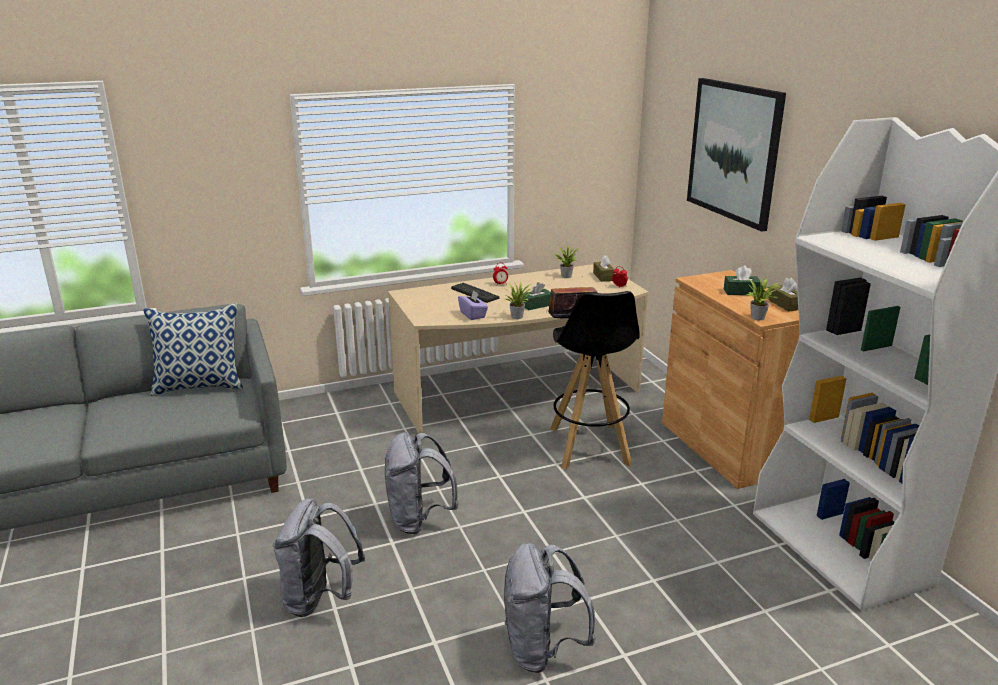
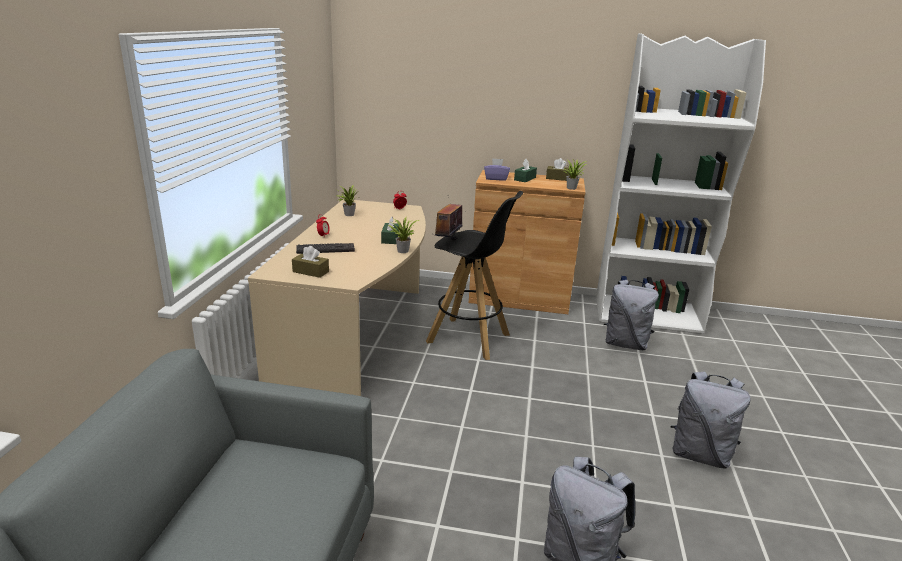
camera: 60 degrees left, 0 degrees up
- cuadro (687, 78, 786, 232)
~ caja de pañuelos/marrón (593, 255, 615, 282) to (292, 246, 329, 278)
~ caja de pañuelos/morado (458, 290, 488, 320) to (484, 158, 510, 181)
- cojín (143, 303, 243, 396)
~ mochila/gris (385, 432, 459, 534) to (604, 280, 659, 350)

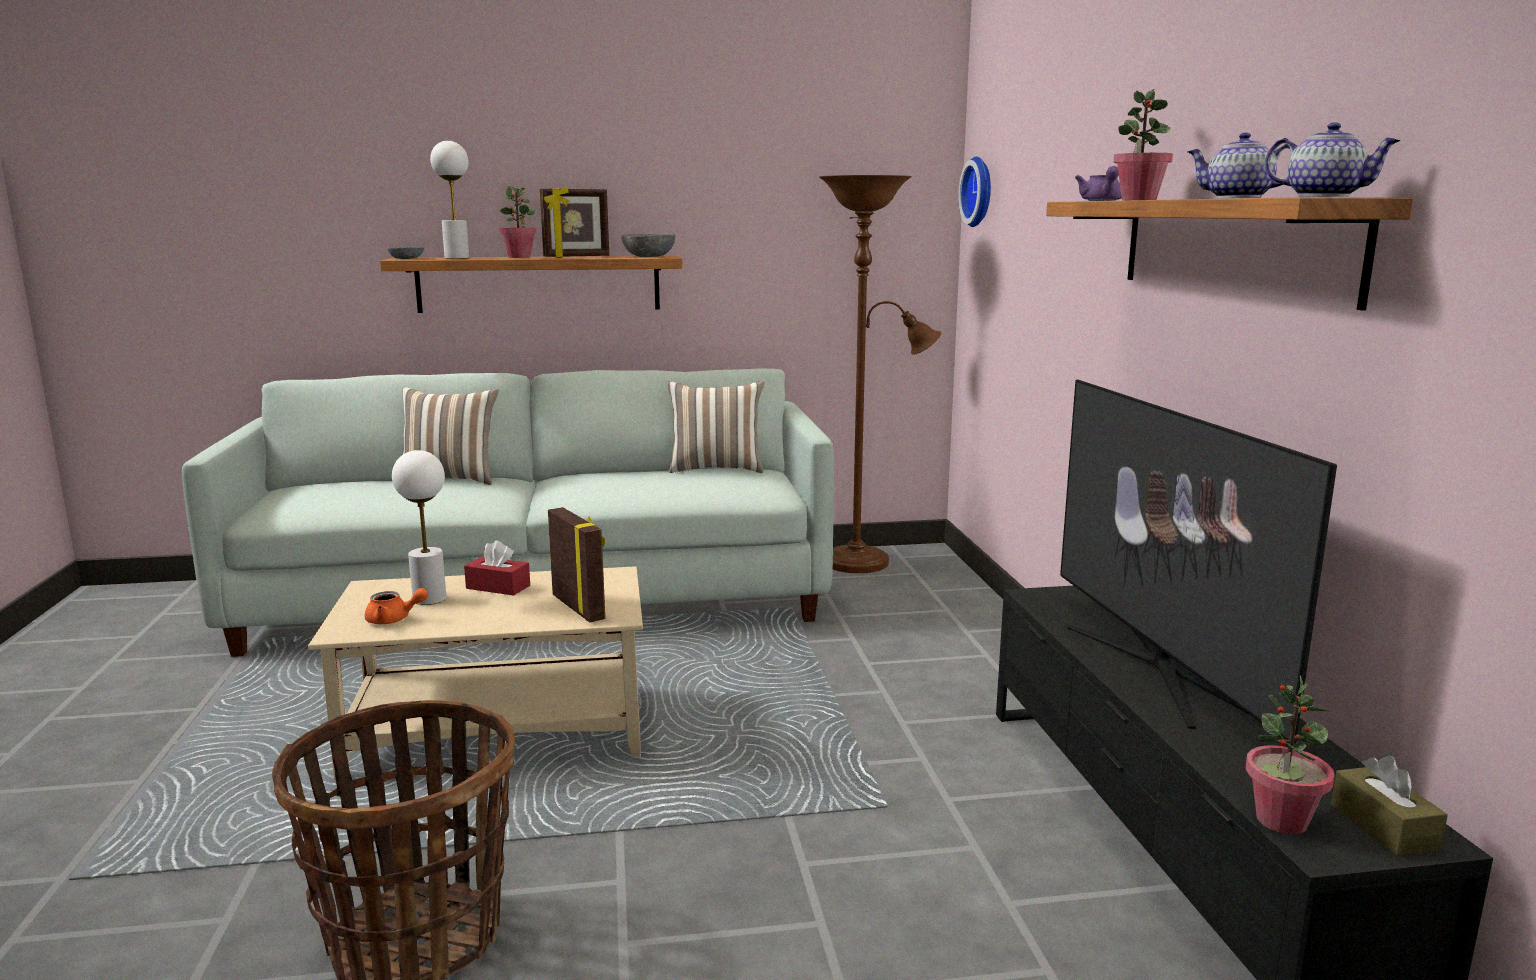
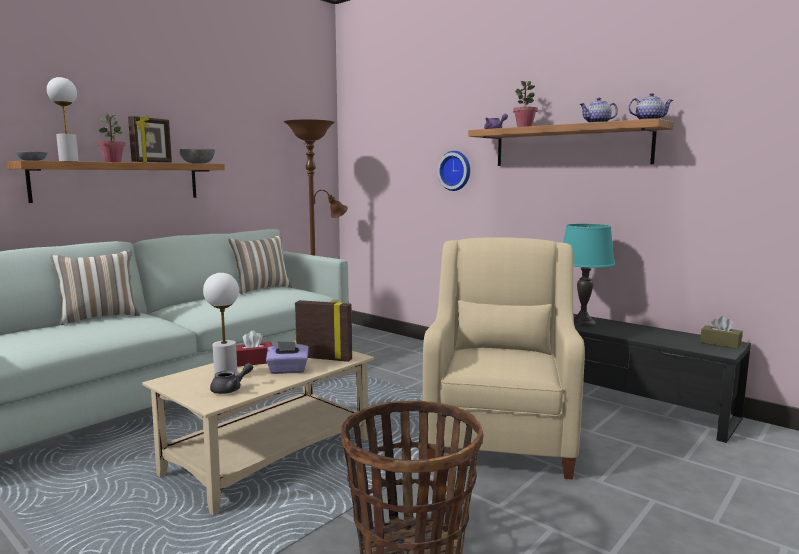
camera: 40 degrees left, 5 degrees down
~ reloj de pared (958, 157, 991, 227) to (437, 151, 470, 191)
~ televisor (1060, 380, 1337, 745) to lámpara de mesa/turquesa (563, 224, 615, 326)
~ tetera/naranja (365, 588, 428, 624) to tetera/gris (210, 363, 253, 394)
- planta en maceta (1246, 676, 1335, 834)
+ sillón/beis (423, 237, 585, 479)
+ caja de pañuelos/morado (266, 341, 309, 374)

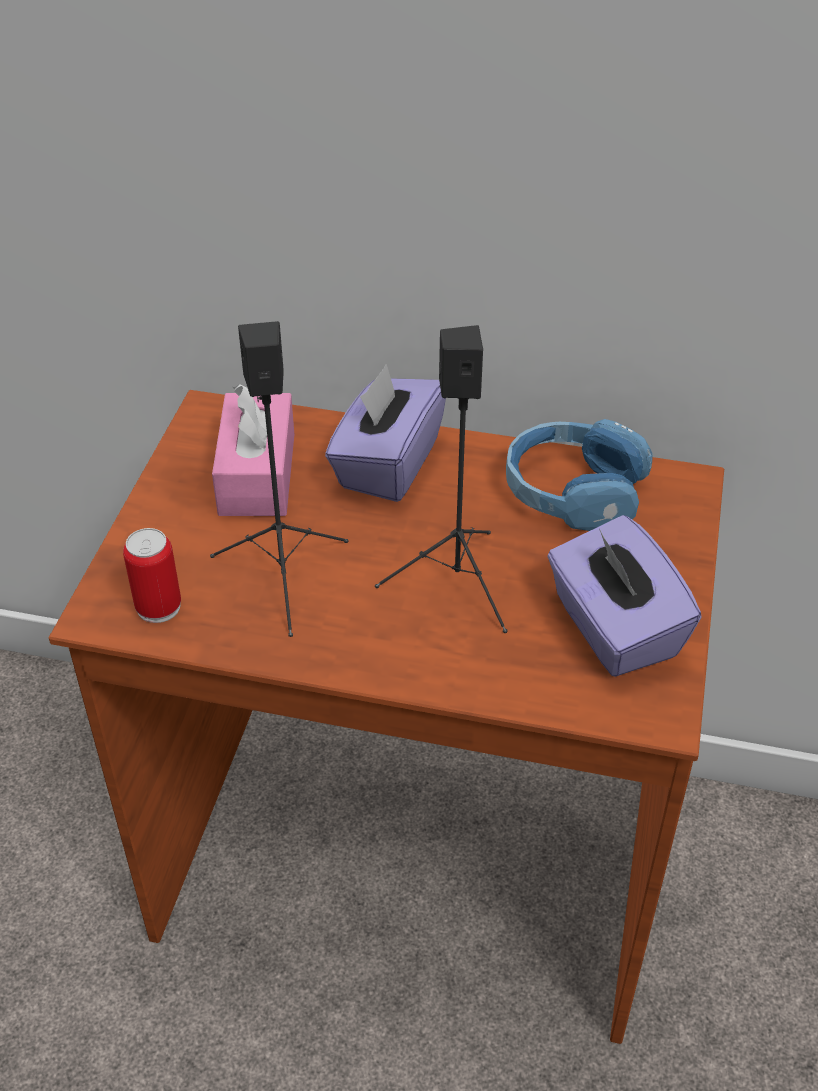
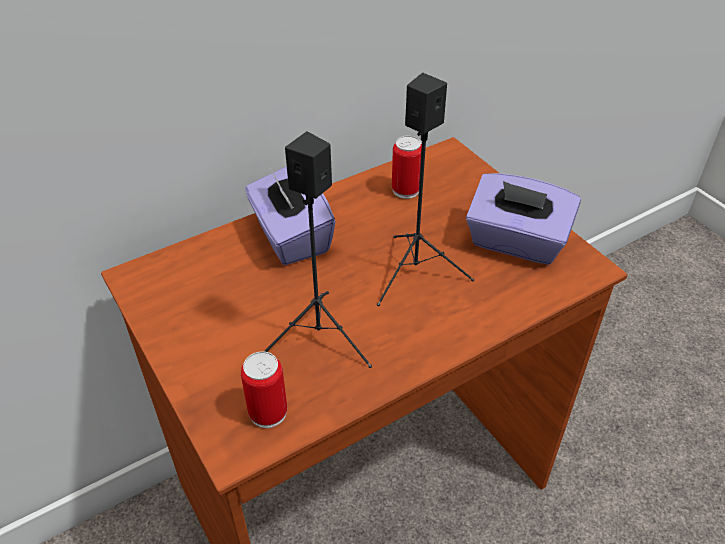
camera: 45 degrees left, 0 degrees up
- caja de pañuelos/rosa (212, 384, 294, 516)
~ auriculares/azul (506, 419, 653, 531) to lata (392, 136, 422, 199)

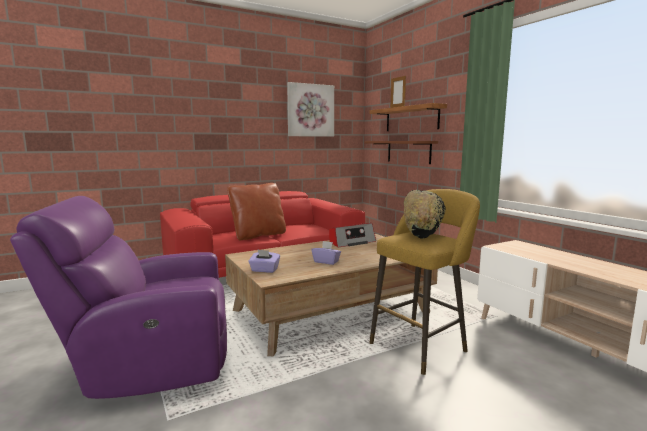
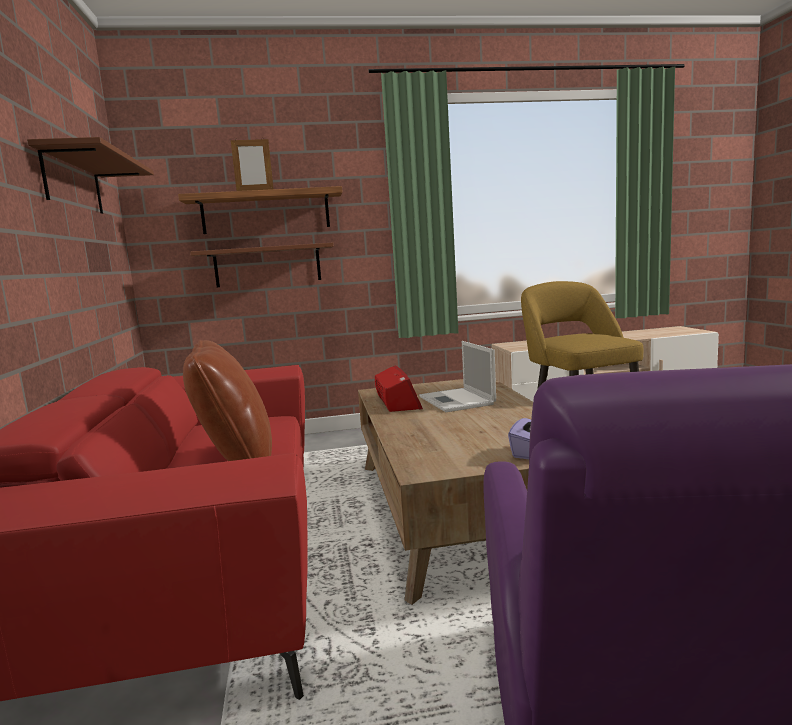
camera: 70 degrees left, 0 degrees up
~ cuadro (287, 82, 334, 137) to estante/marrón (27, 137, 154, 214)
- cuenco/negro (404, 190, 446, 239)
- caja de pañuelos/morado (311, 241, 341, 265)
+ portátil (419, 341, 496, 412)

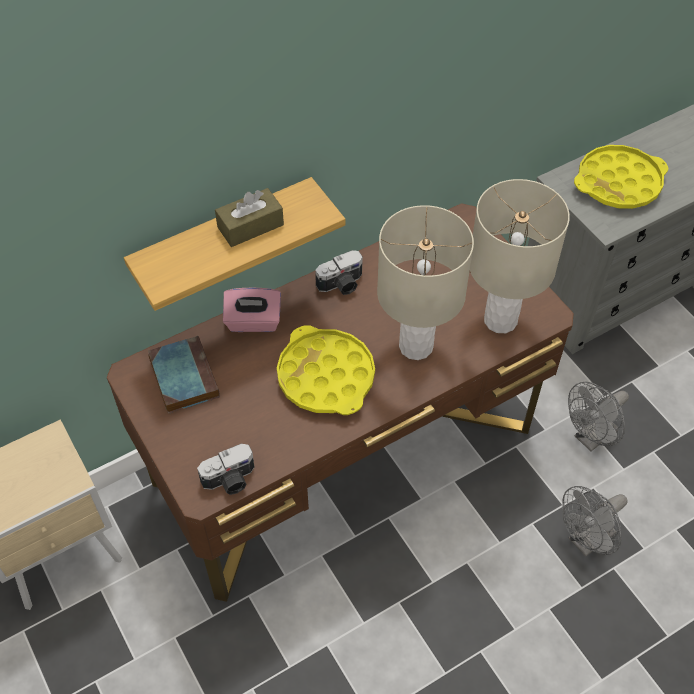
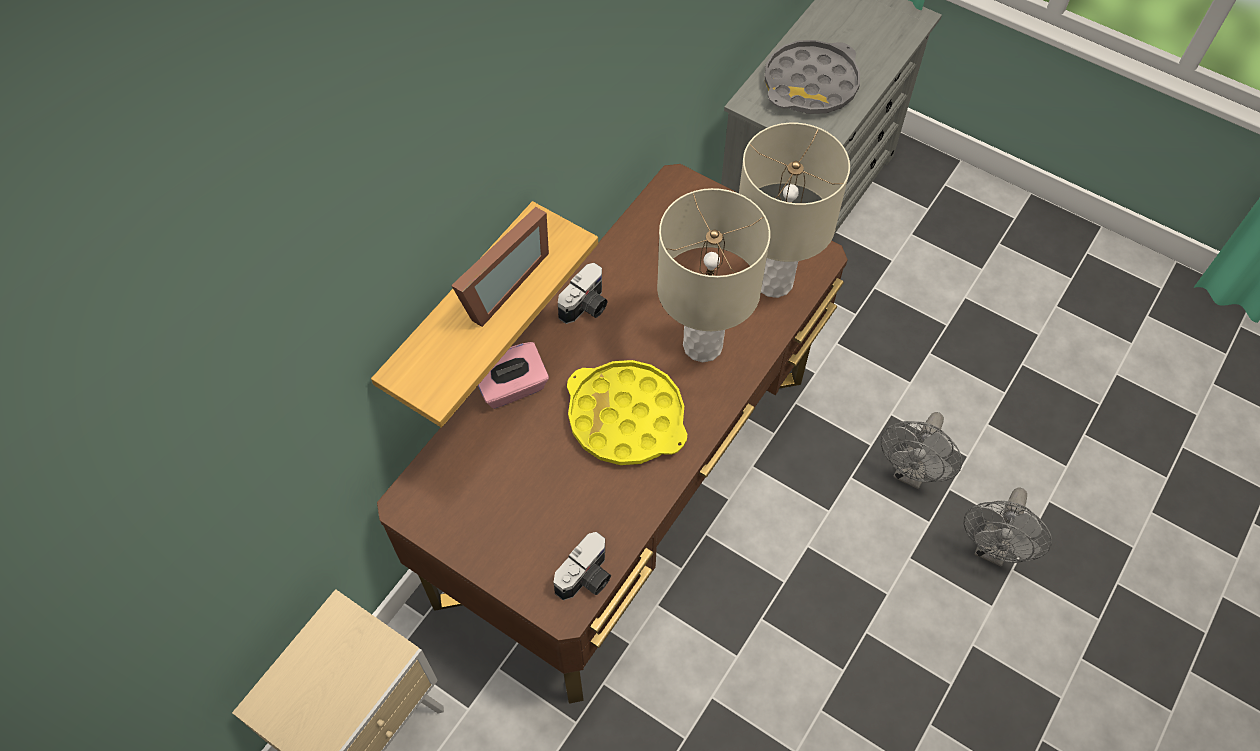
camera: 25 degrees left, 5 degrees up
~ bandeja/amarillo (574, 145, 668, 209) to bandeja/gris (764, 40, 860, 114)
~ caja de pañuelos/marrón (215, 188, 284, 247) to portarretratos (451, 207, 549, 327)
- libro (148, 336, 220, 414)
~ ventilador/gris (568, 382, 629, 451) to (964, 487, 1052, 567)

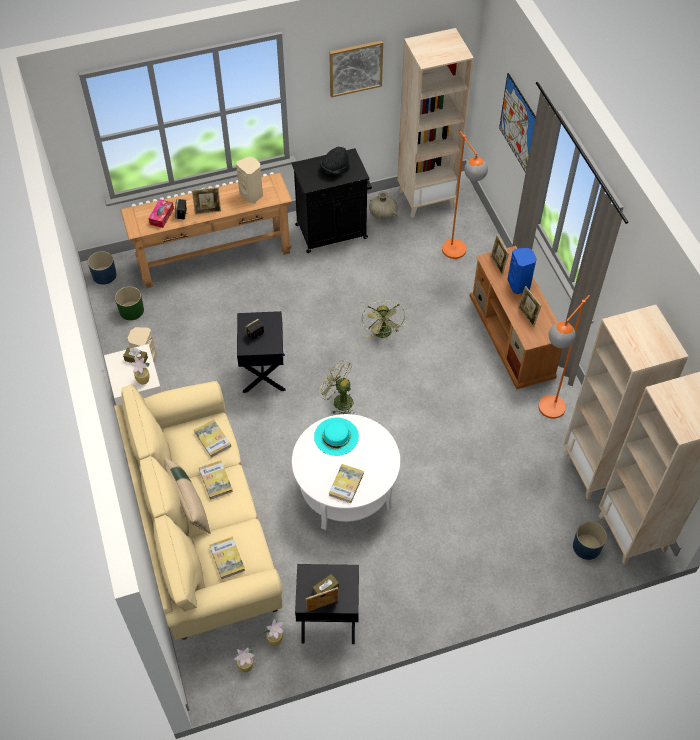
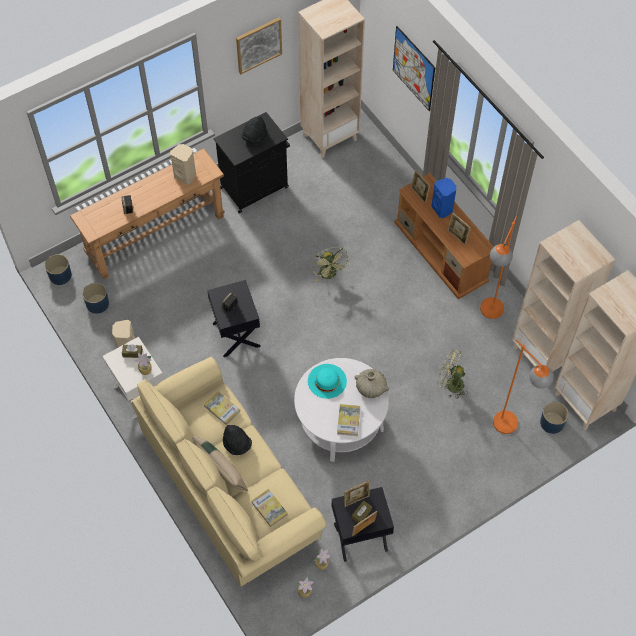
camera: 15 degrees left, 5 degrees up
~ lámpara de pie/naranja (442, 130, 488, 259) to (493, 339, 554, 434)
~ portarretratos (192, 187, 221, 215) to (344, 480, 370, 507)
~ florero/beis (369, 191, 398, 220) to (355, 369, 389, 398)
- caja de pañuelos (148, 199, 174, 228)
~ maceta/verde (115, 286, 144, 320) to maceta/azul (82, 283, 109, 314)
~ ventilador/verde (318, 360, 354, 414) to (438, 349, 468, 399)
~ libro (199, 460, 233, 500) to sombrero/negro (223, 425, 252, 455)

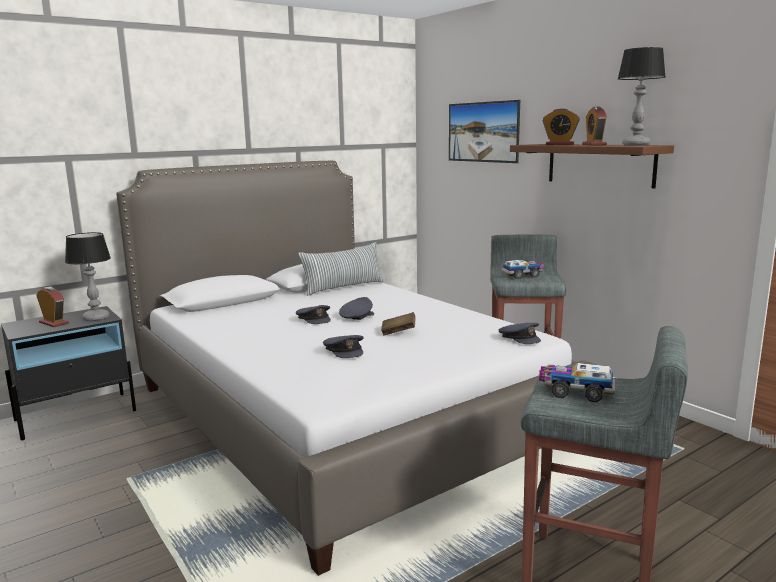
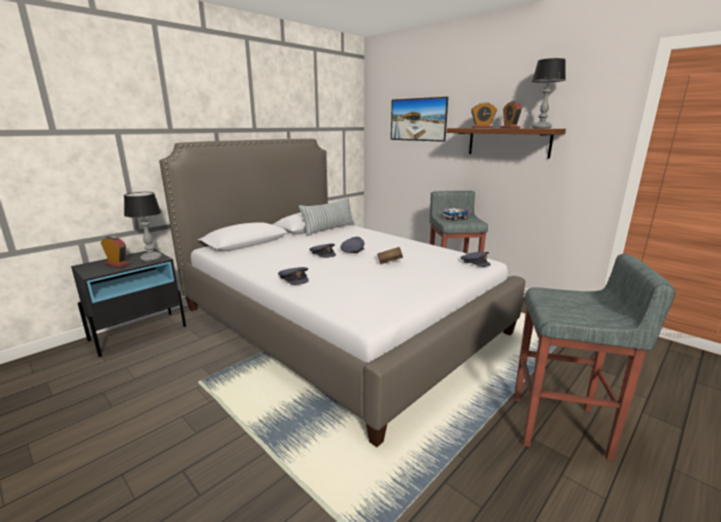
camera: 10 degrees left, 5 degrees up
~ gorra/gris (323, 335, 363, 358) to (278, 267, 309, 285)
- camión de juguete (539, 363, 615, 402)

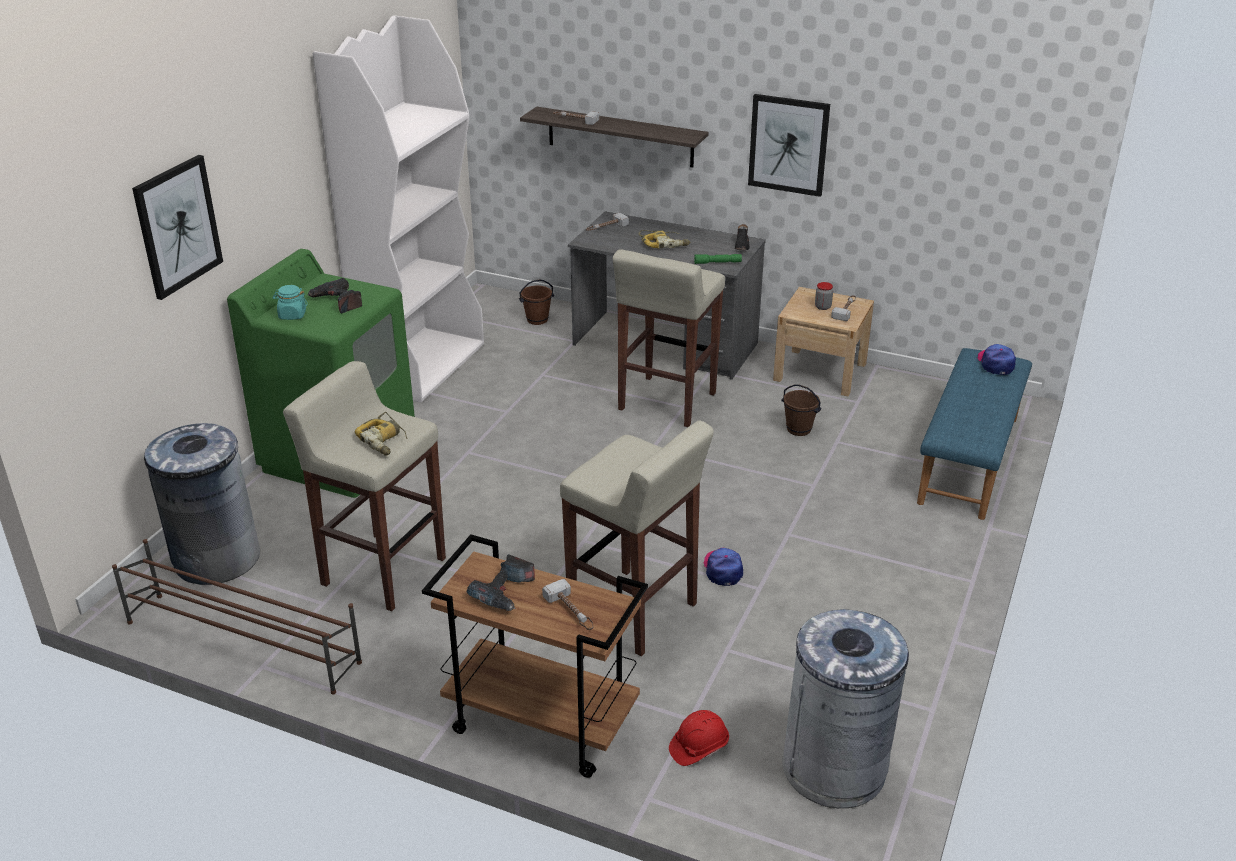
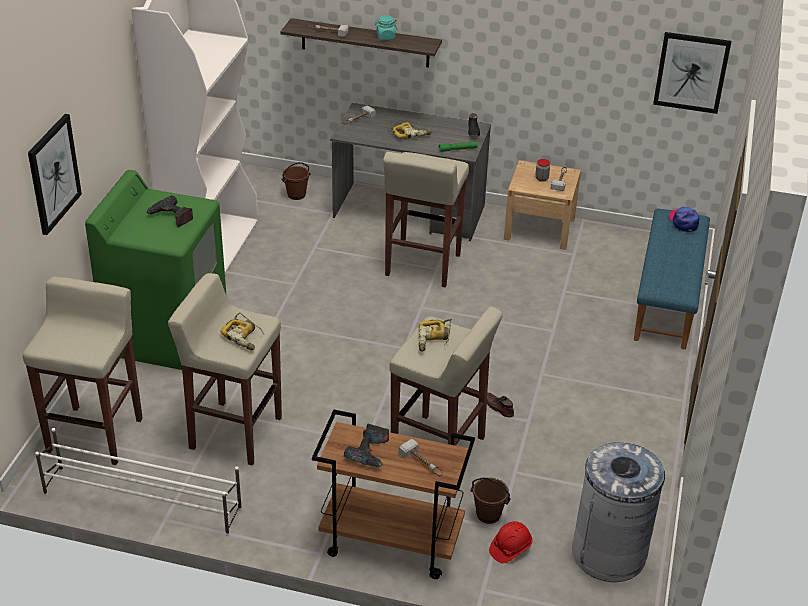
camera: 10 degrees left, 5 degrees up
~ cuadro (748, 94, 830, 197) to (653, 32, 732, 114)
~ tarro/turquesa (273, 285, 308, 320) to (375, 15, 397, 40)
~ cubo/marrón (781, 384, 821, 436) to (470, 478, 511, 524)
~ papelera/gris (144, 423, 260, 585) to taburete/beis (23, 277, 143, 465)
~ zapatero/marrón (112, 539, 362, 694) to zapatero/blanco (35, 428, 242, 536)
~ gorra (704, 548, 743, 586) to zapato/marrón (487, 393, 514, 418)
+ taladro (419, 319, 452, 351)

